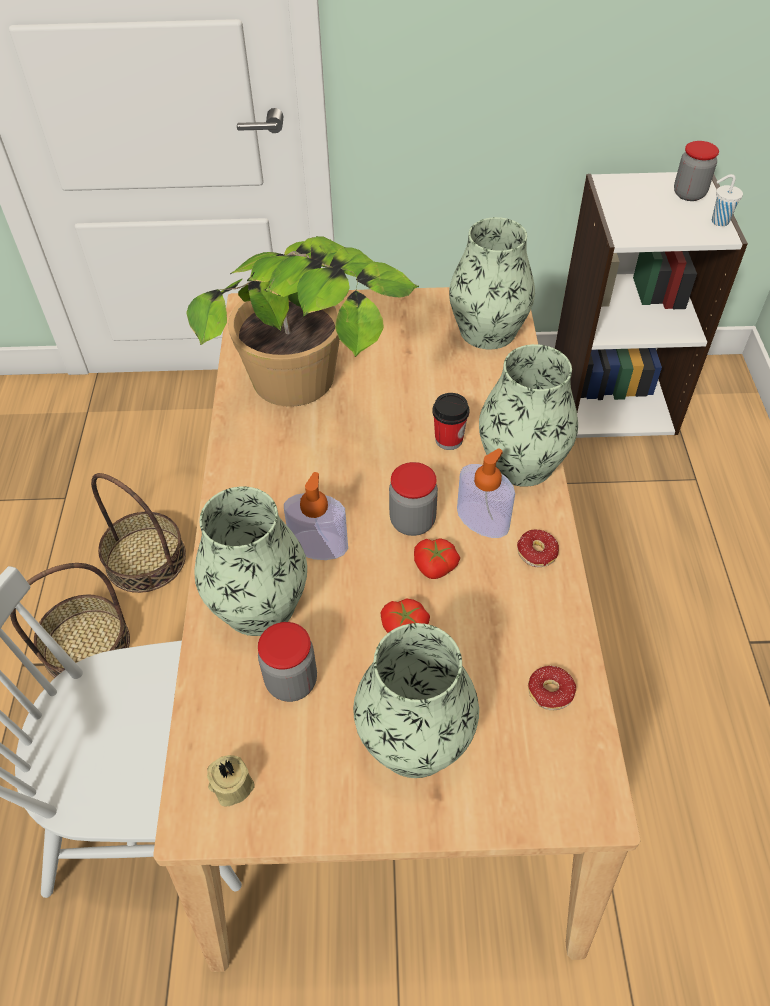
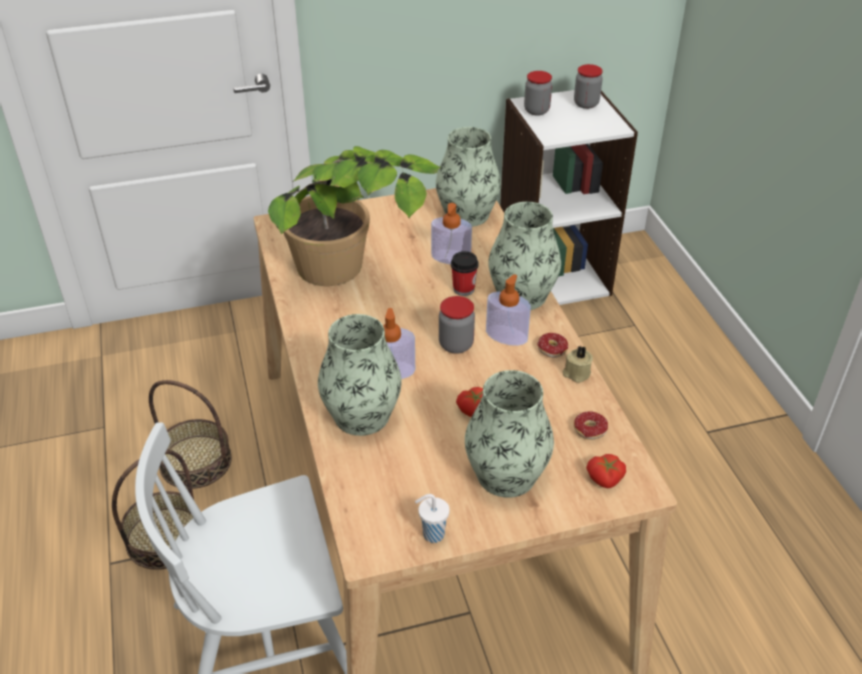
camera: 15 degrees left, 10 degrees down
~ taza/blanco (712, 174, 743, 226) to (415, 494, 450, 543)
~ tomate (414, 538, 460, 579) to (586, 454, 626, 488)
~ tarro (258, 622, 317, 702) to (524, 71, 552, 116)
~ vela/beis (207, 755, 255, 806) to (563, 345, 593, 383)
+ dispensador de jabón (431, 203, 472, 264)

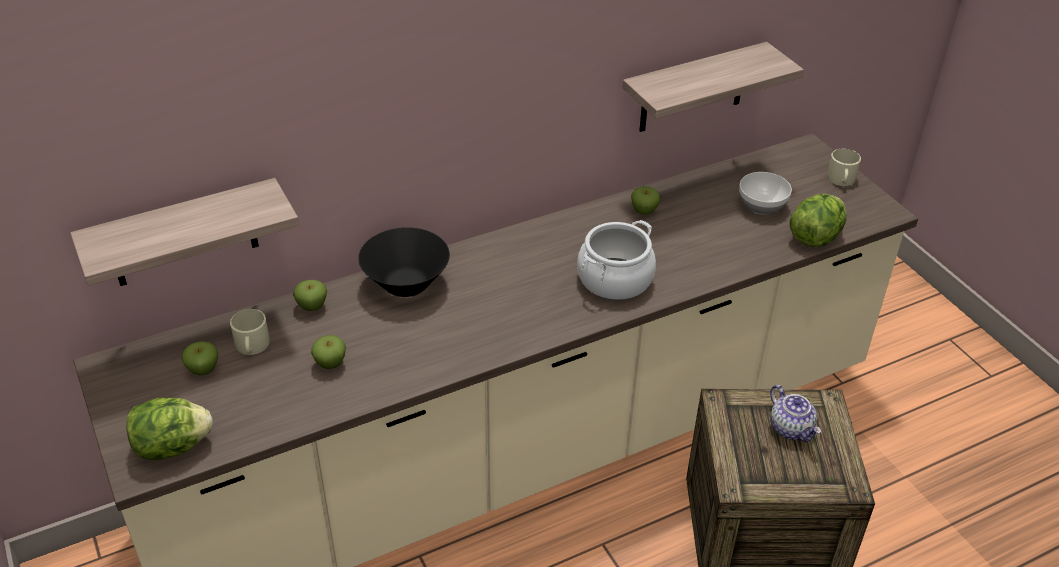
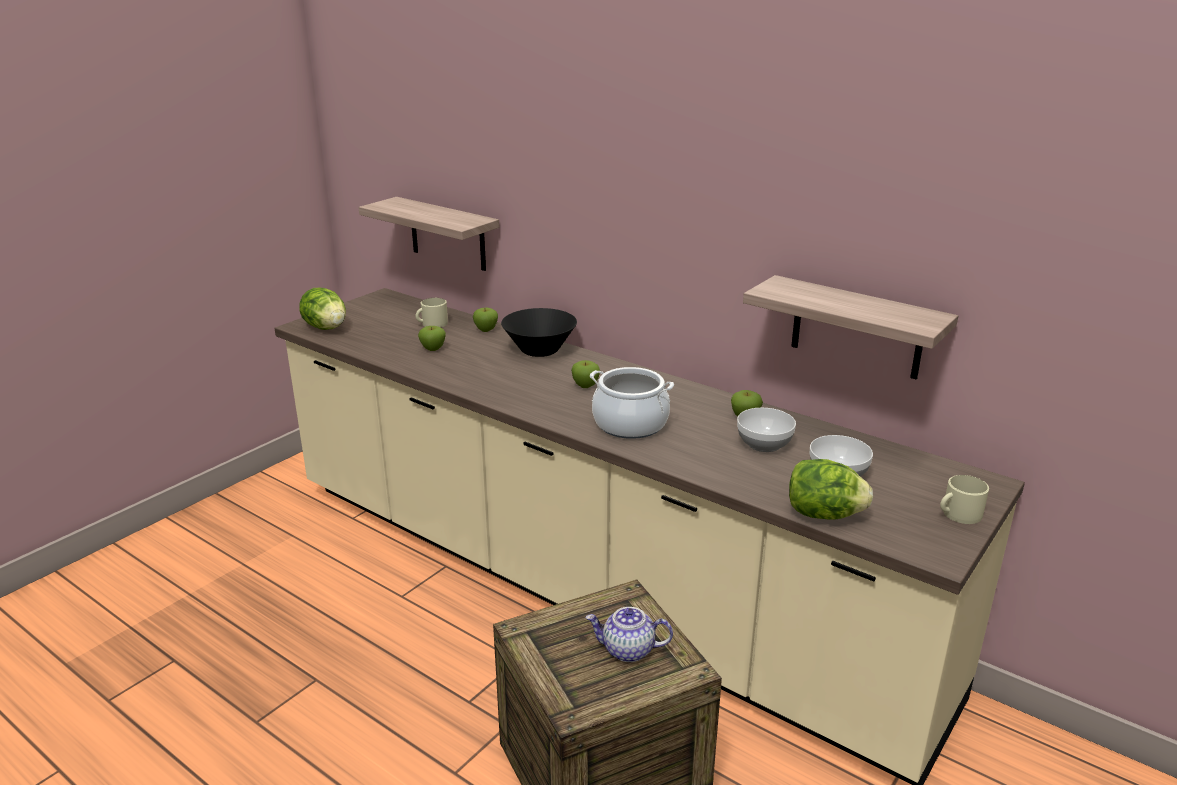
camera: 65 degrees right, 15 degrees down
~ manzana (181, 341, 218, 375) to (571, 360, 600, 388)
~ tetera (770, 385, 821, 442) = (586, 607, 673, 662) 60 degrees clockwise
+ cuenco (737, 408, 796, 452)

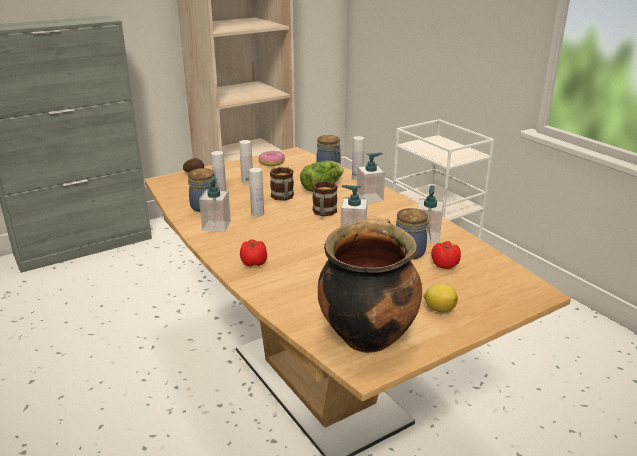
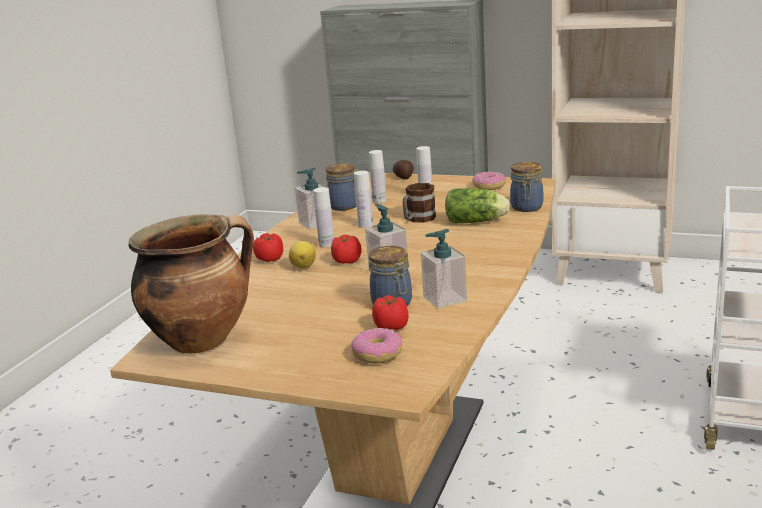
camera: 55 degrees right, 5 degrees down
~ botella/blanco (352, 136, 364, 180) to (313, 187, 334, 247)
- dispensador de jabón (357, 153, 385, 203)
- taza grande (312, 181, 338, 216)
~ limón (423, 284, 458, 312) to (289, 241, 316, 269)
+ tomate (331, 235, 361, 264)
+ rosquilla (351, 328, 402, 364)

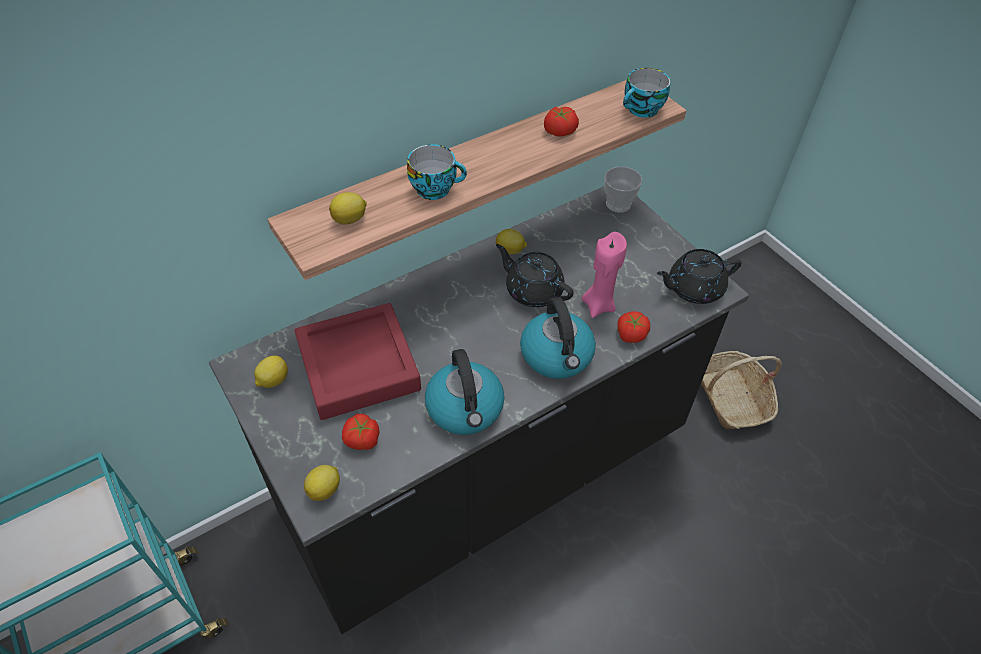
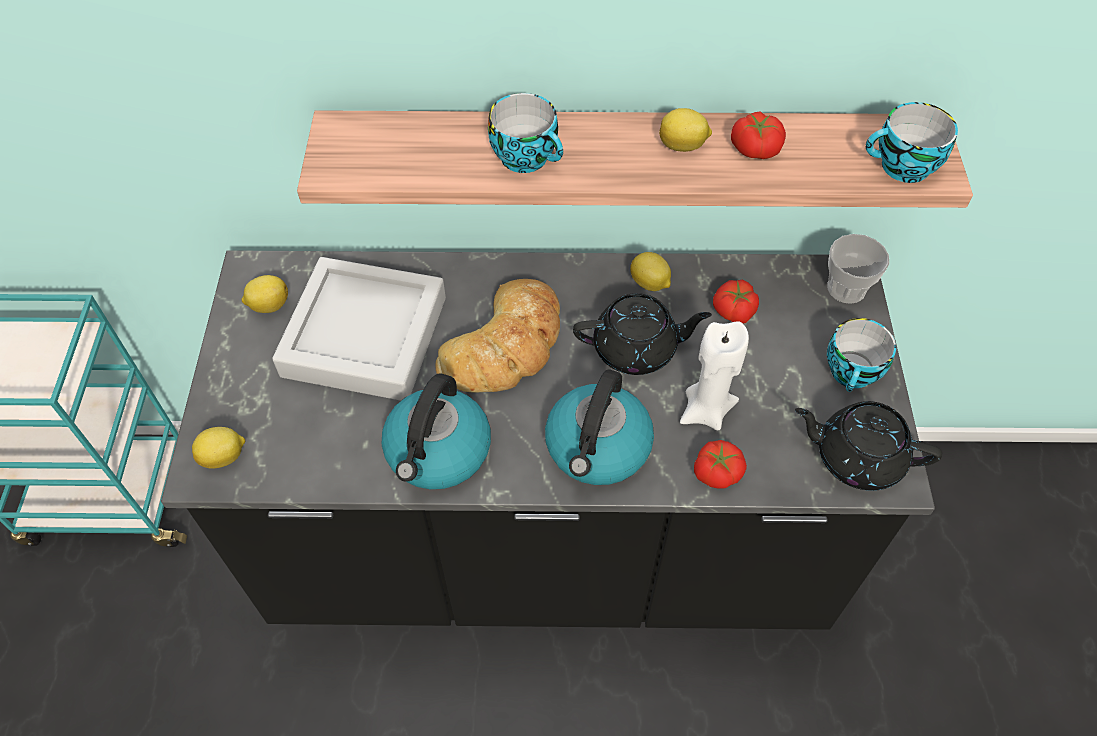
camera: 35 degrees right, 5 degrees up
~ limón (329, 192, 367, 225) to (659, 108, 712, 152)
~ vela/rosa (582, 232, 627, 318) to vela/blanco (680, 321, 749, 430)
~ tetera/negro (496, 244, 574, 307) = (573, 293, 712, 375) 105 degrees clockwise
~ bandeja/rojo (295, 303, 421, 420) to bandeja/gris (272, 257, 446, 401)
- cesta (701, 351, 782, 429)
~ tomate (342, 414, 379, 450) to (713, 280, 759, 324)
+ pan (435, 279, 560, 393)
+ taza (827, 318, 896, 392)

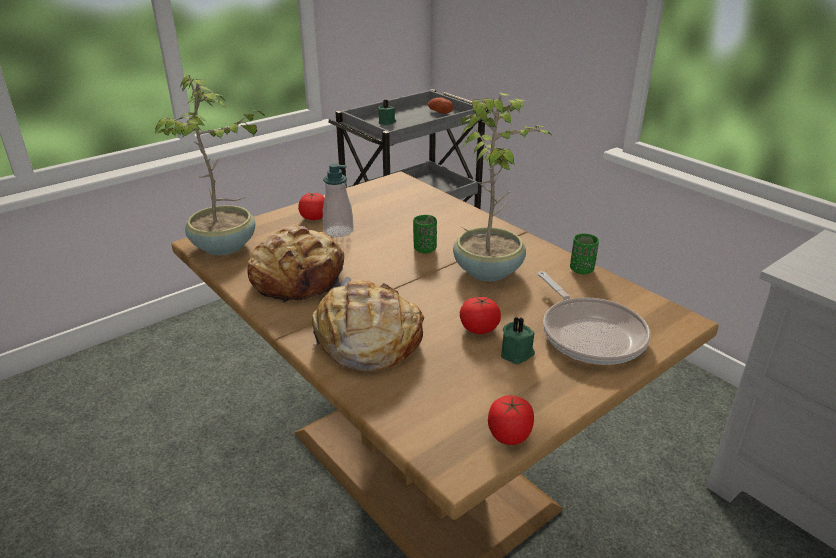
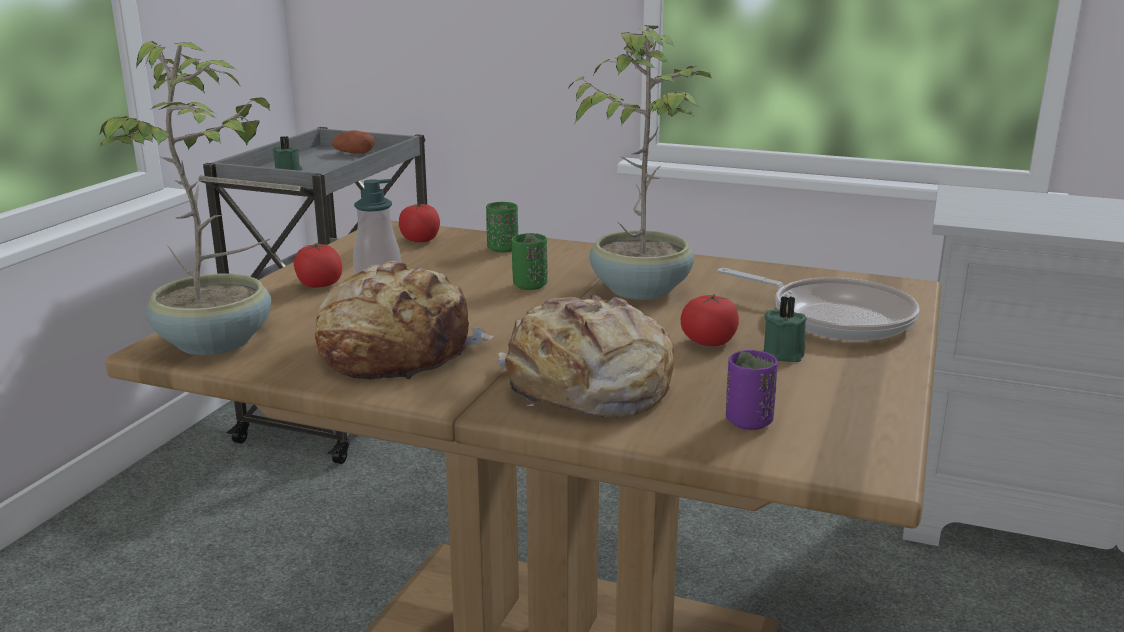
camera: 30 degrees left, 10 degrees down
~ taza/verde (570, 233, 599, 274) to (486, 202, 518, 253)
~ tomate (488, 396, 534, 445) to (399, 204, 440, 242)
+ taza/morado (726, 350, 778, 430)

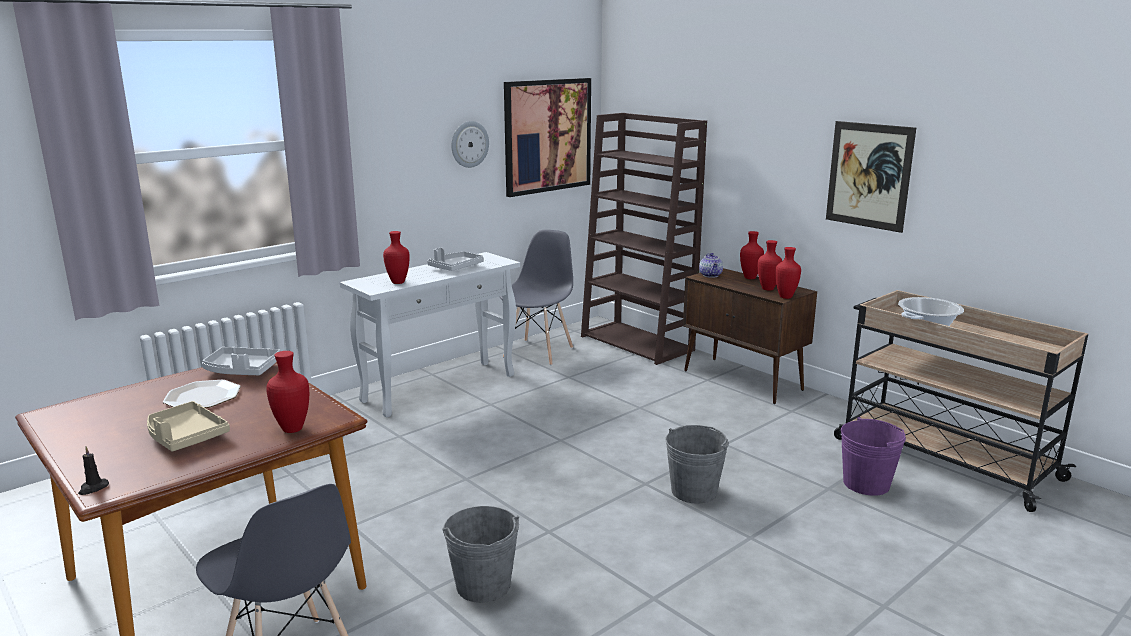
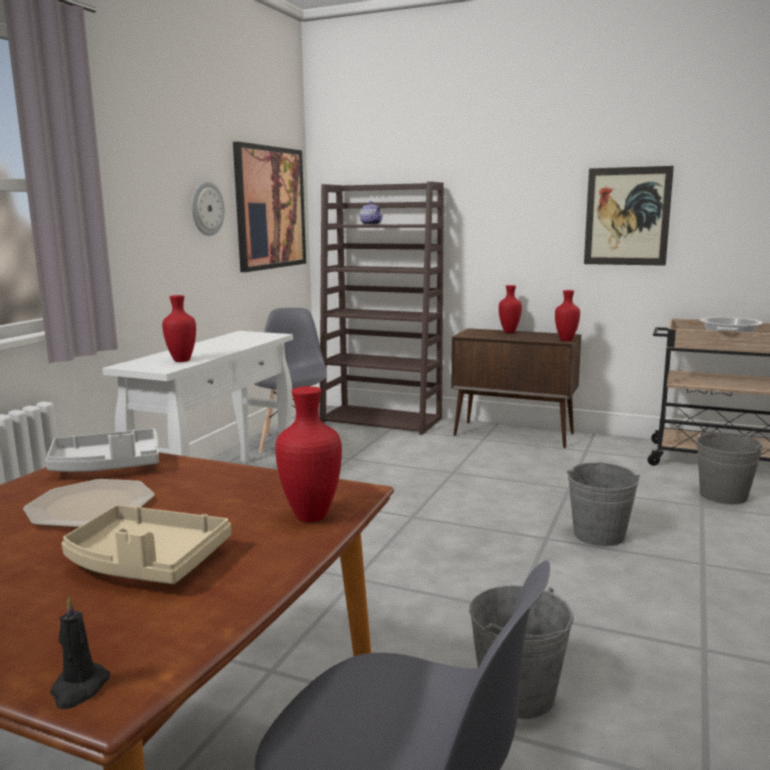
camera: 25 degrees left, 5 degrees down
- florero/rojo (757, 240, 782, 291)
- bandeja/gris (427, 248, 484, 271)
~ tetera (699, 253, 723, 278) to (360, 201, 383, 225)
~ cubo/morado (841, 417, 906, 496) to cubo/gris (696, 432, 763, 504)

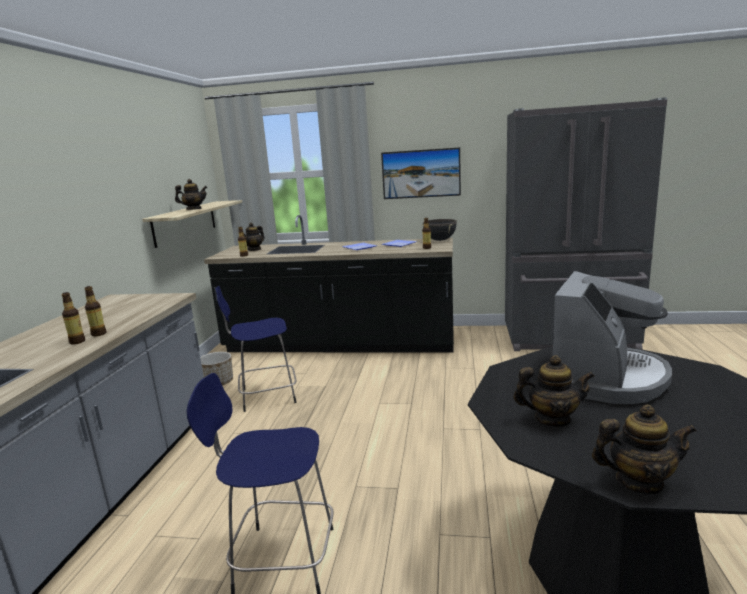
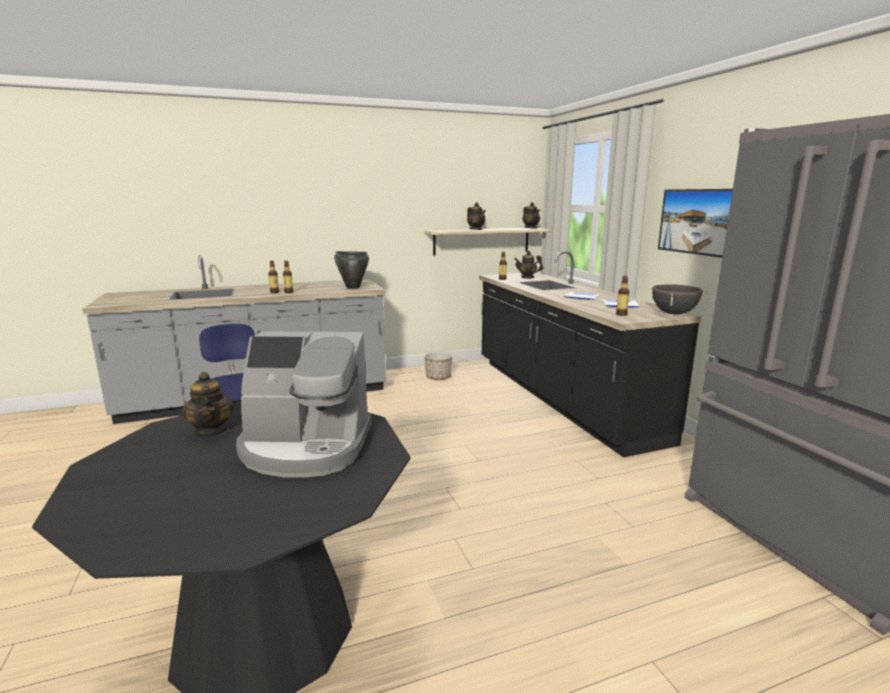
camera: 60 degrees right, 0 degrees up
- taburete/azul (216, 286, 296, 412)
~ tetera (592, 404, 696, 494) to (522, 202, 540, 229)
+ olla/negro (334, 251, 369, 289)

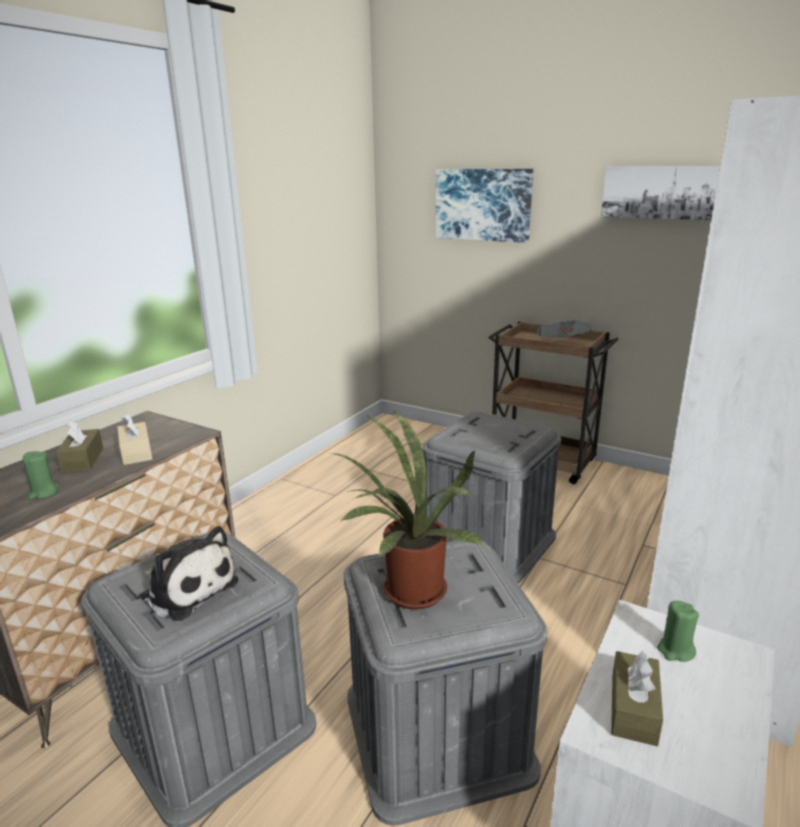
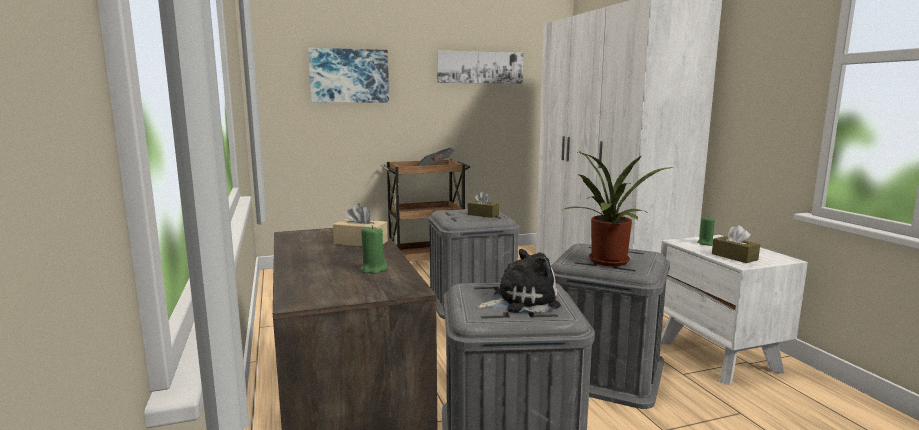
camera: 50 degrees left, 10 degrees down
~ caja de pañuelos/marrón (56, 420, 103, 473) to (468, 191, 499, 218)

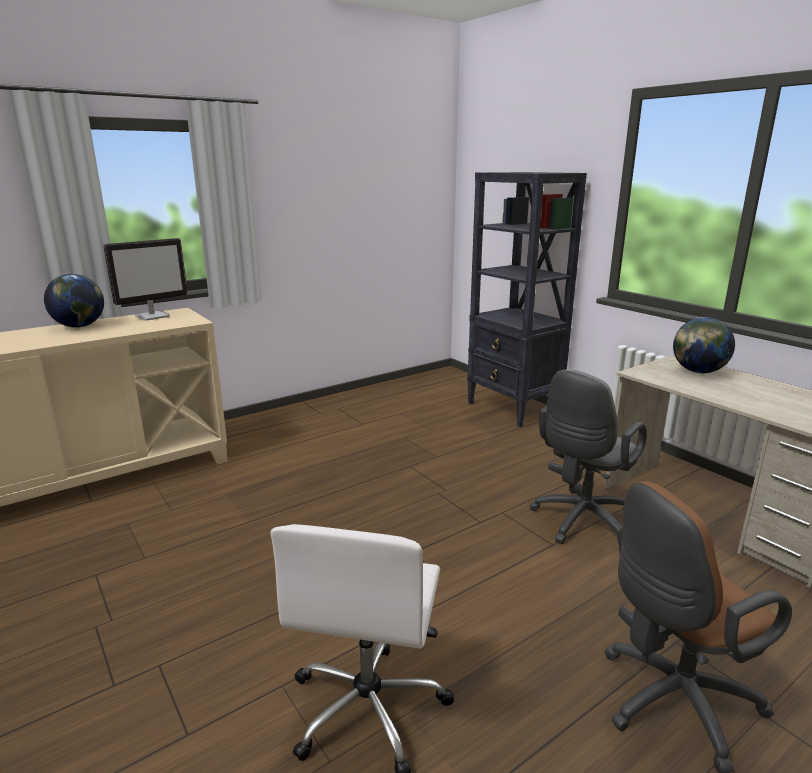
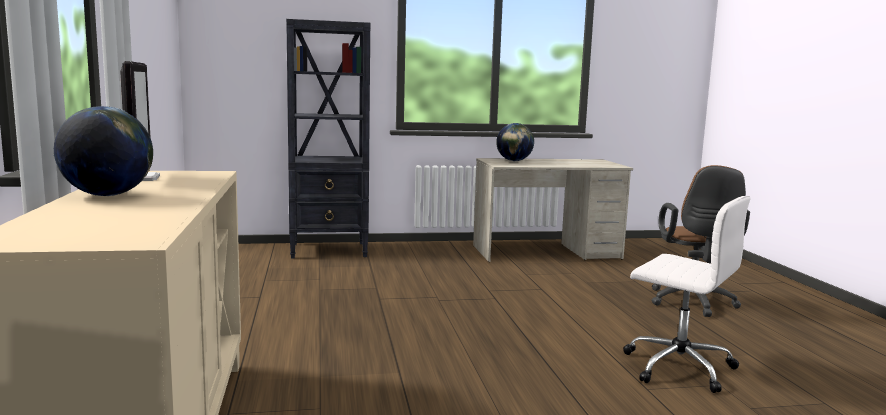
camera: 65 degrees left, 10 degrees down
- silla de oficina/gris (530, 369, 647, 544)

